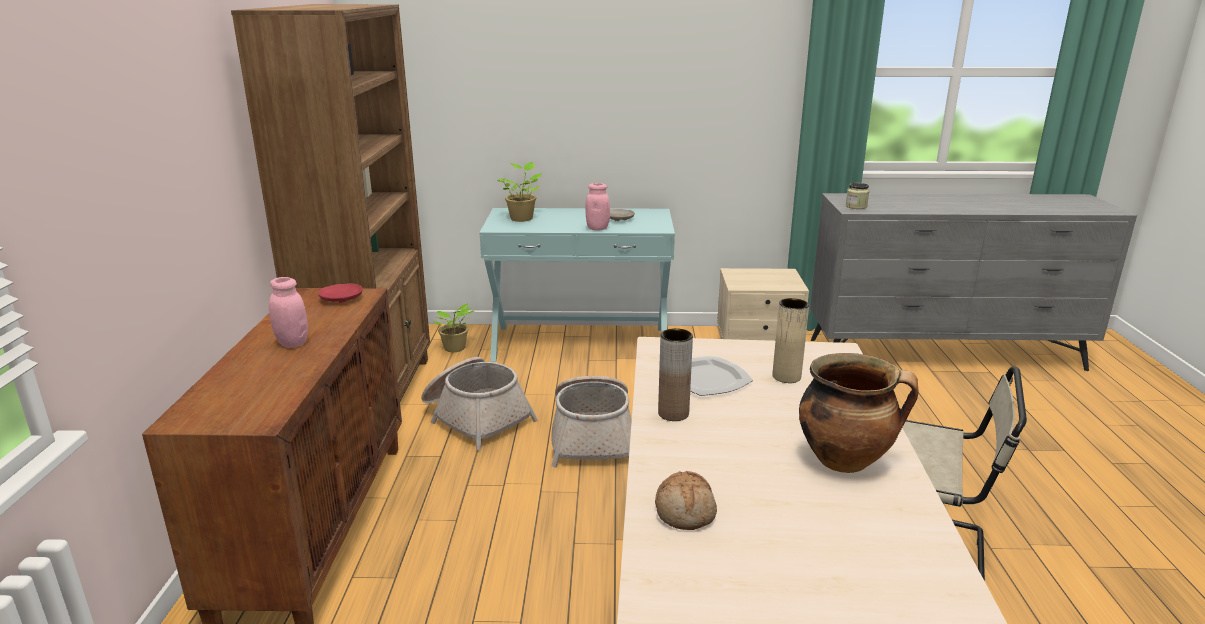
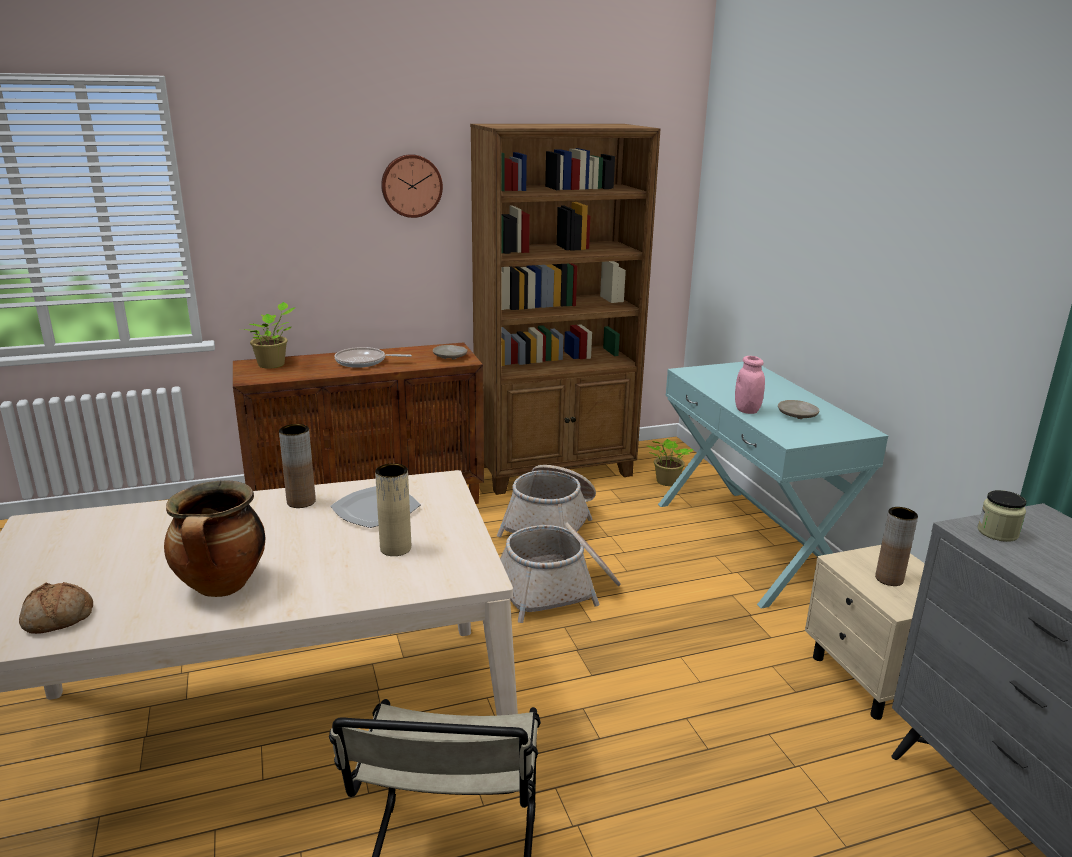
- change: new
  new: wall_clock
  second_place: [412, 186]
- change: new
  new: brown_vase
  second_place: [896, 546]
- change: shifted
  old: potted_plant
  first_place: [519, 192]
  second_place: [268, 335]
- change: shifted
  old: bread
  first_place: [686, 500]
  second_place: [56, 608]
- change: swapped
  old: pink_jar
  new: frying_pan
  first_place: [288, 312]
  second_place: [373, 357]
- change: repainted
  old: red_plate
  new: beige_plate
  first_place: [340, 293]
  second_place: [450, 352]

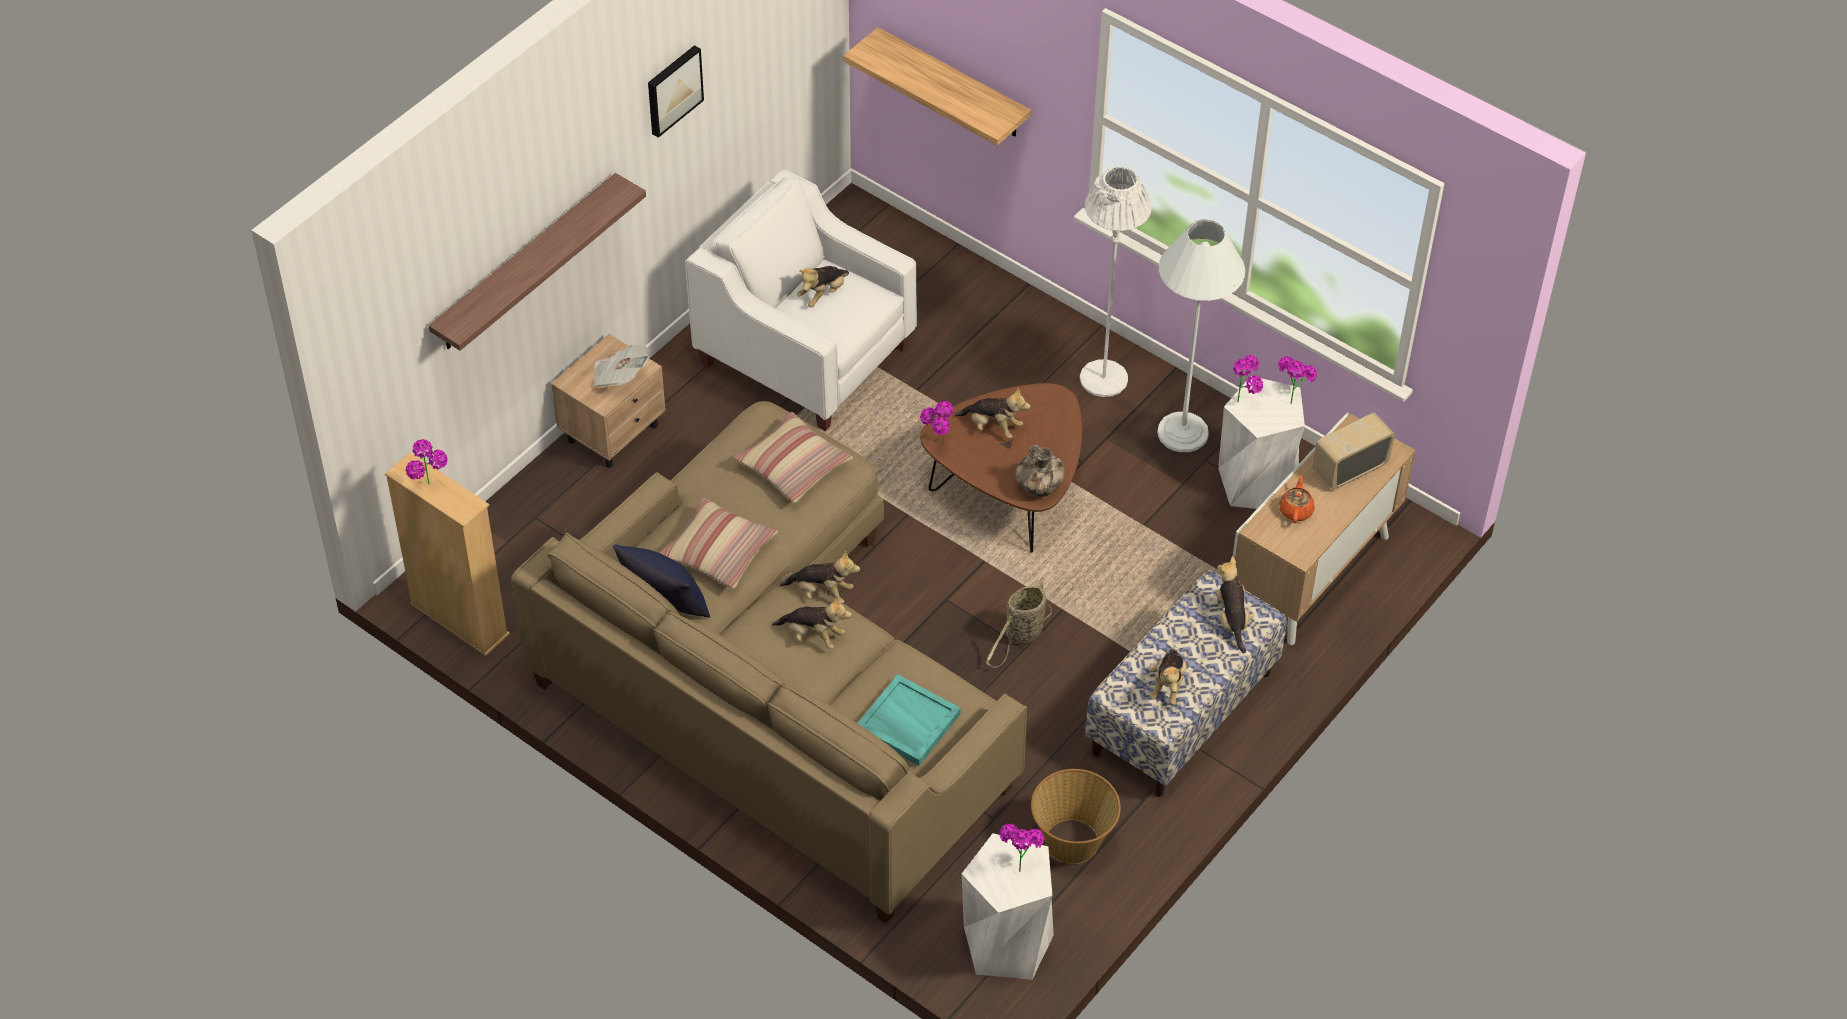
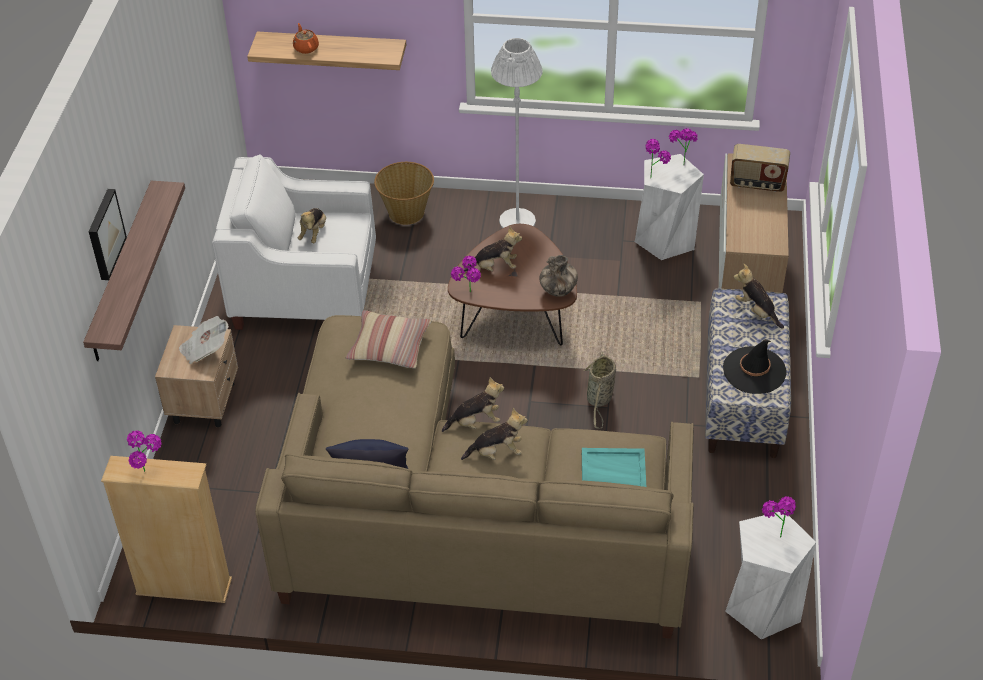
- change: gone
  old: pillow
  first_place: [718, 543]
- change: gone
  old: white_floor_lamp
  first_place: [1201, 336]
- change: shifted
  old: picture
  first_place: [676, 91]
  second_place: [108, 234]
- change: shifted
  old: basket
  first_place: [1076, 816]
  second_place: [404, 193]
- change: shifted
  old: orange_teapot
  first_place: [1297, 498]
  second_place: [306, 38]
- change: swapped
  old: plush_toy
  new: black_hat
  first_place: [1168, 677]
  second_place: [755, 366]
- change: rotated
  old: radio
  first_place: [1354, 451]
  second_place: [760, 168]
  degrees: -105

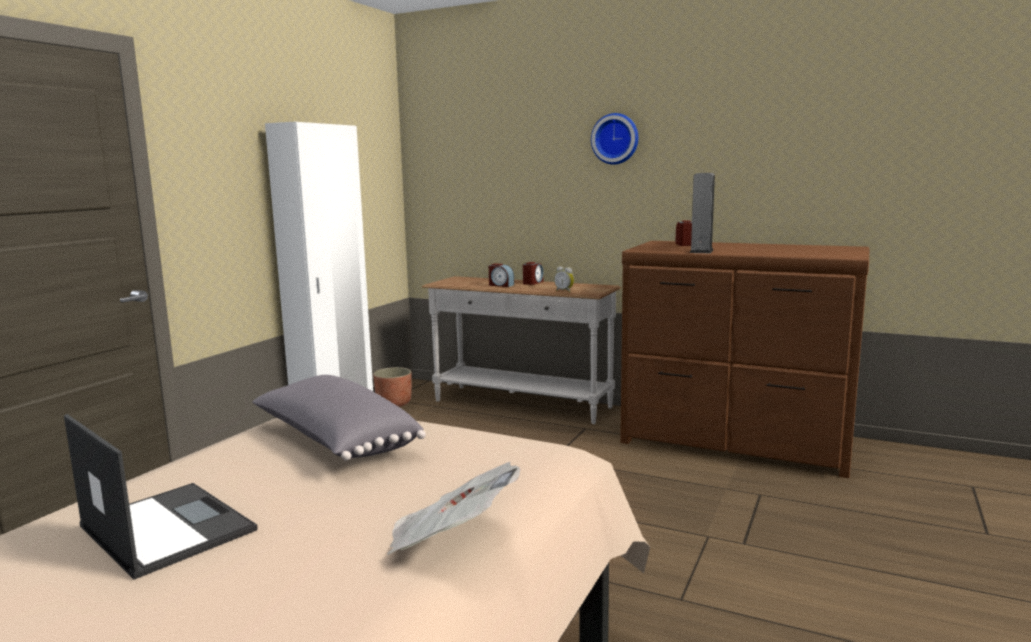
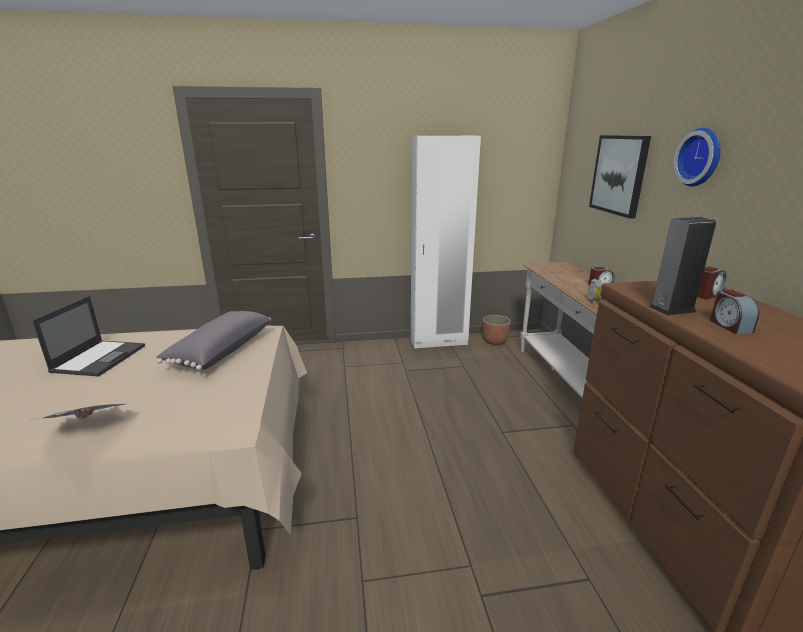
- change: new
  new: picture
  second_place: [620, 177]
- change: shifted
  old: alarm_clock
  first_place: [501, 275]
  second_place: [735, 312]

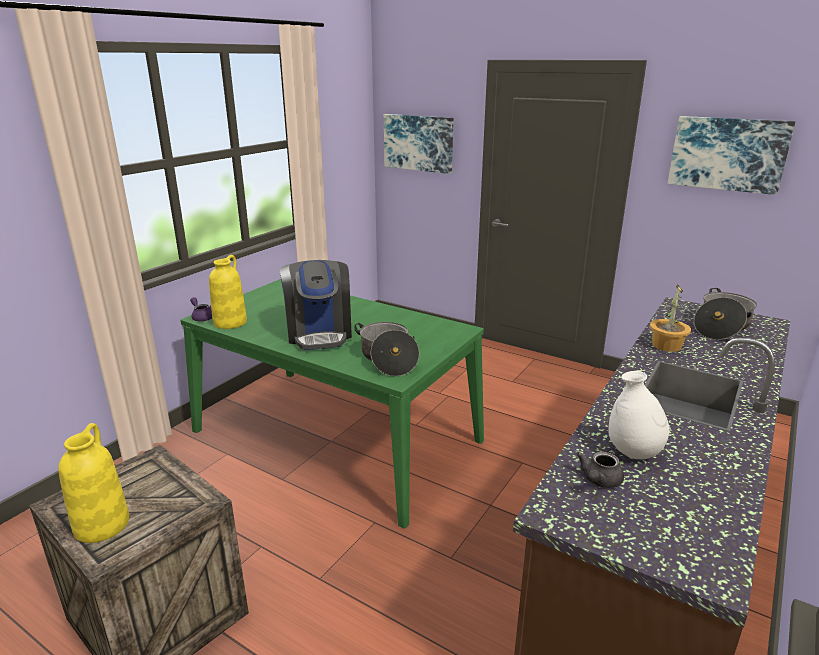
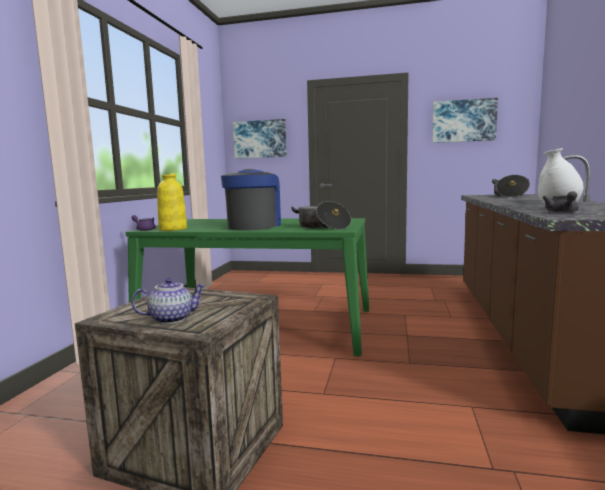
- change: gone
  old: potted_plant
  first_place: [670, 318]
- change: swapped
  old: yellow_vase
  new: teapot
  first_place: [93, 483]
  second_place: [168, 301]
- change: rotated
  old: coffee_machine
  first_place: [316, 305]
  second_place: [251, 199]
  degrees: -135

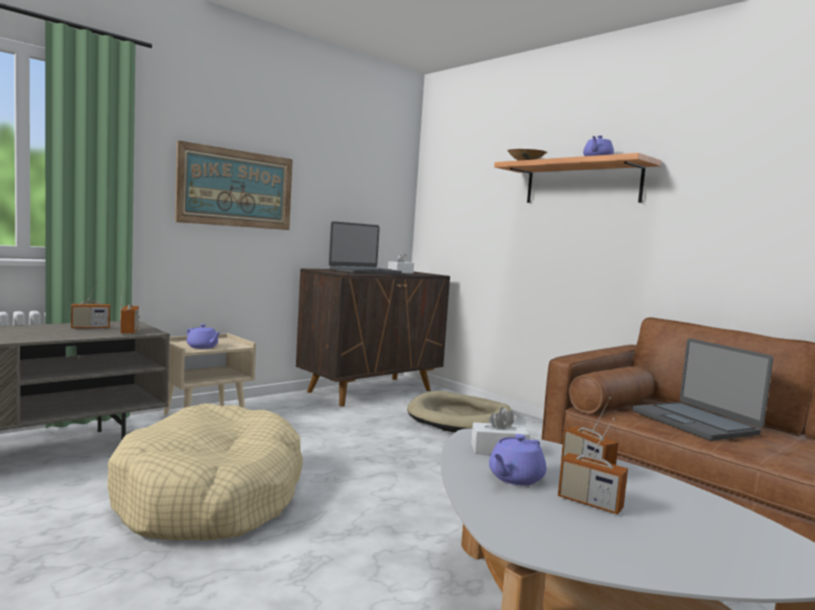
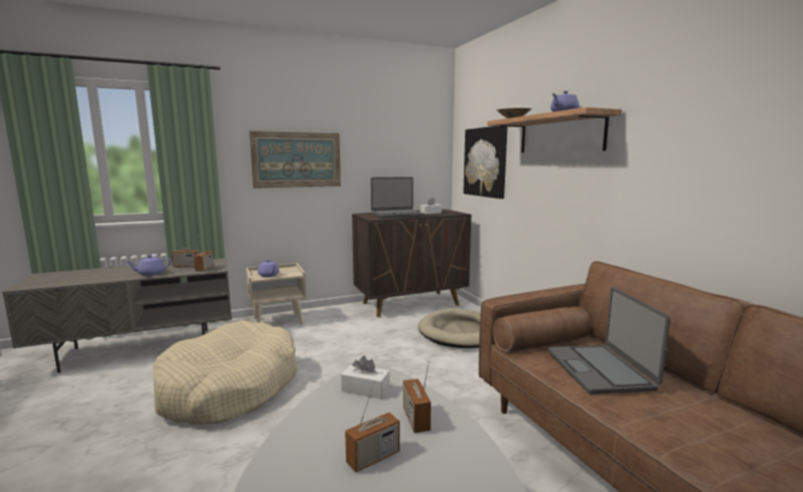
- change: new
  new: picture
  second_place: [485, 162]
- change: shifted
  old: purple_teapot
  first_place: [517, 459]
  second_place: [148, 265]
- change: rotated
  old: radio
  first_place: [593, 466]
  second_place: [372, 427]
  degrees: -90

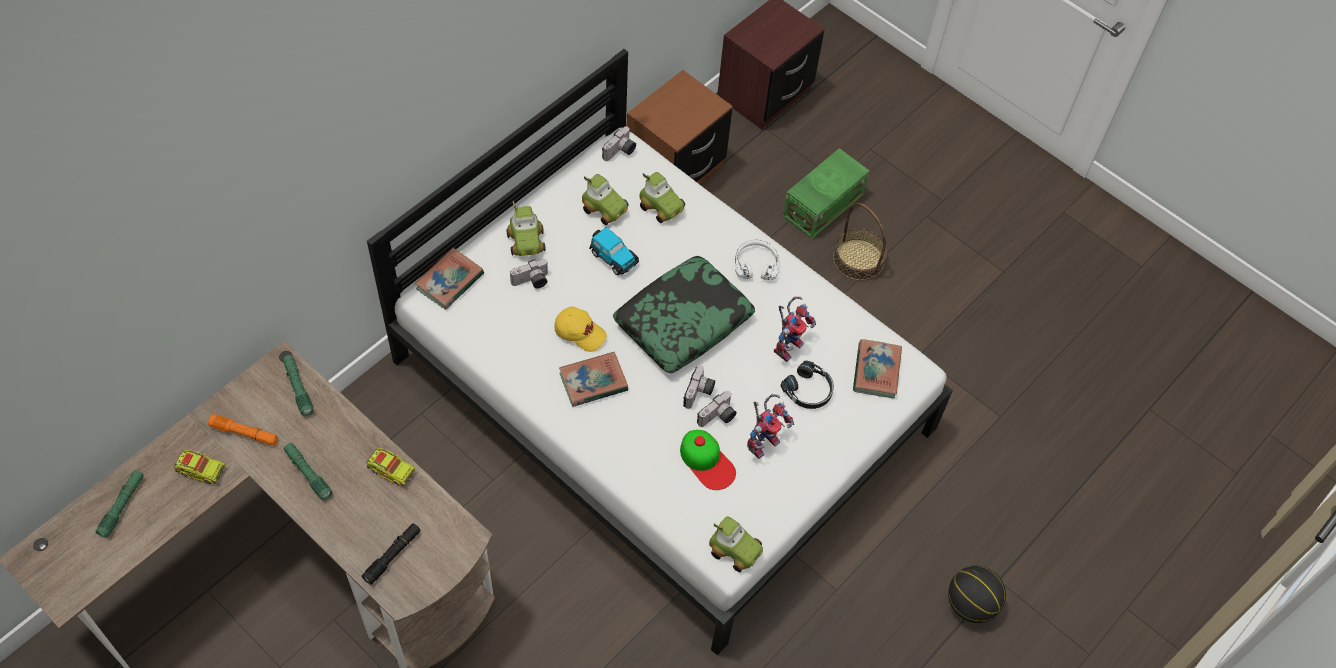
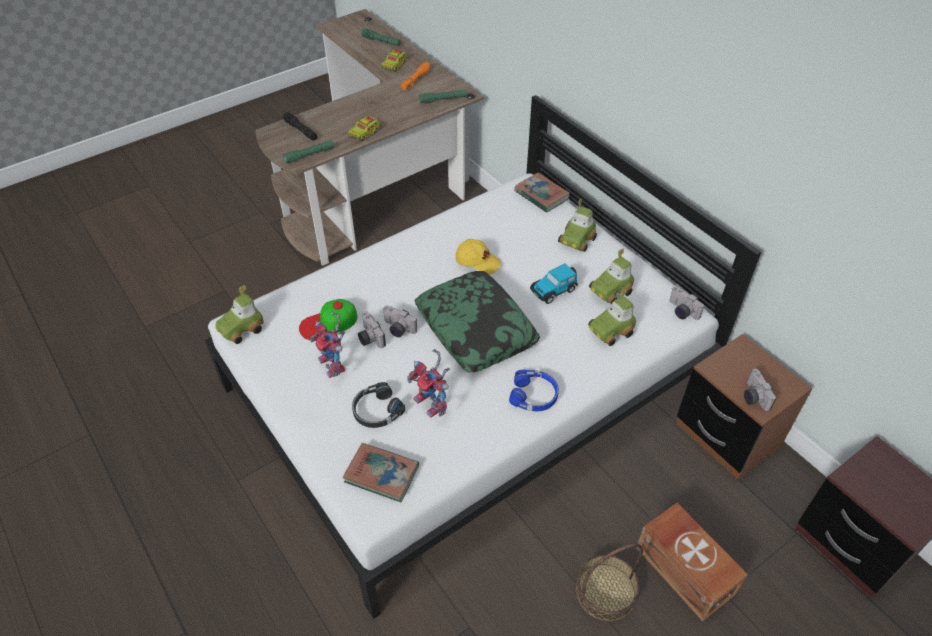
- change: gone
  old: book
  first_place: [593, 379]
- change: gone
  old: basketball
  first_place: [977, 594]
- change: shifted
  old: green_flashlight
  first_place: [308, 472]
  second_place: [308, 151]
- change: shifted
  old: photo_camera
  first_place: [529, 273]
  second_place: [760, 390]
- change: repainted
  old: white_headphones
  new: blue_headphones
  first_place: [757, 259]
  second_place: [534, 390]
- change: repainted
  old: green_storage_box
  new: brown_storage_box
  first_place: [826, 193]
  second_place: [692, 562]
- change: rotated
  old: toy_car
  first_place: [526, 228]
  second_place: [577, 225]
  degrees: -60
- change: rotated
  old: yellow_cap
  first_place: [580, 329]
  second_place: [478, 257]
  degrees: -105

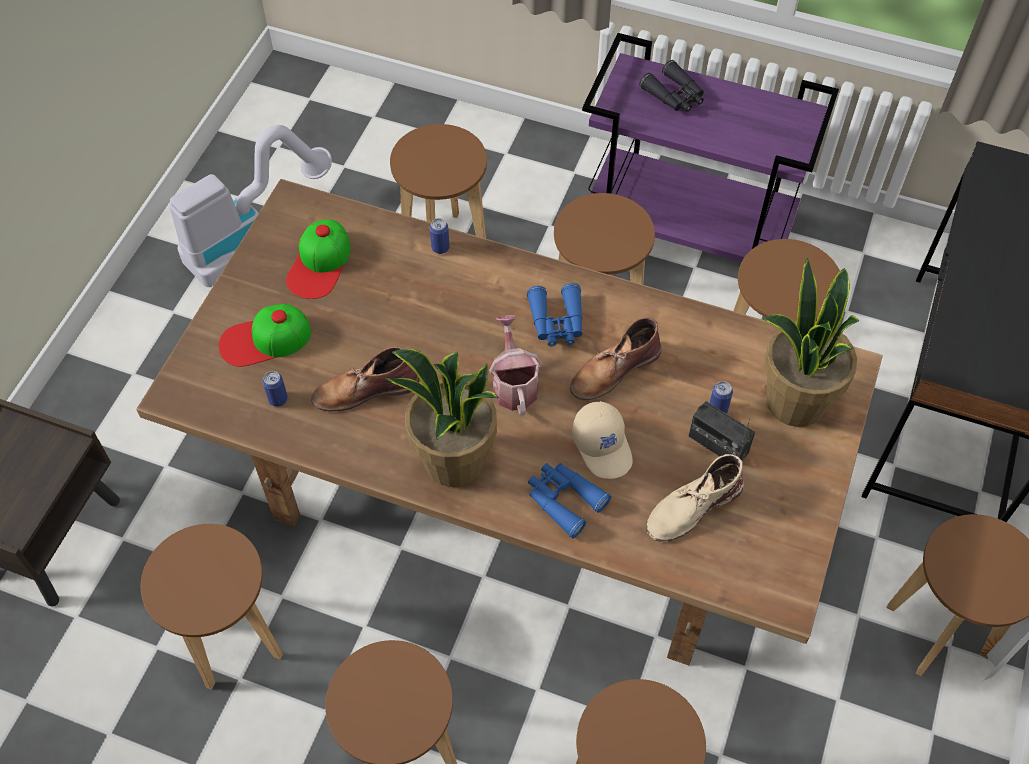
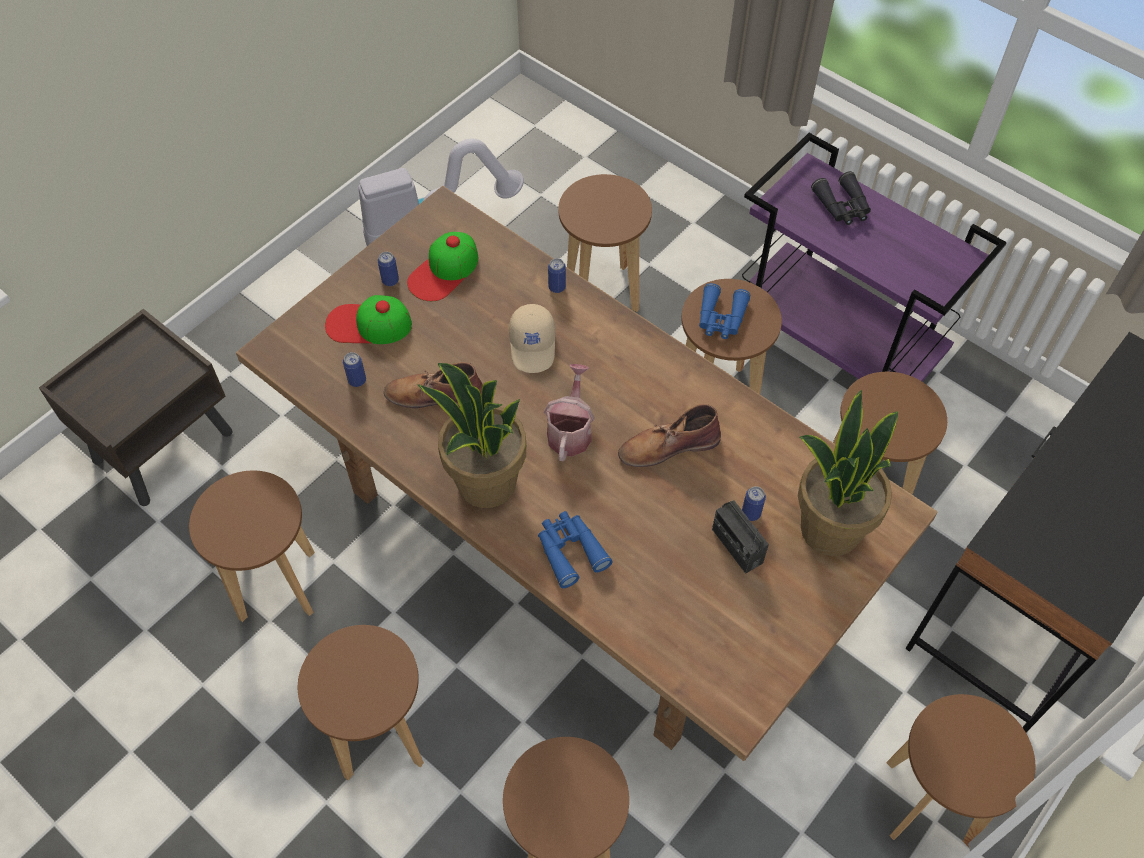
- change: gone
  old: beige_boot
  first_place: [695, 498]
- change: new
  new: can
  second_place: [388, 269]
- change: shifted
  old: blue_binoculars
  first_place: [554, 314]
  second_place: [725, 311]
- change: shifted
  old: beige_cap
  first_place: [602, 440]
  second_place: [532, 338]

